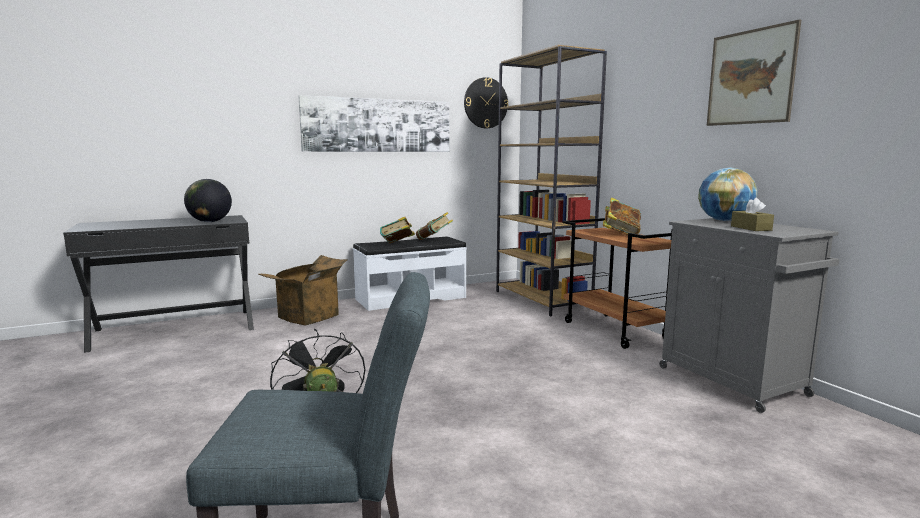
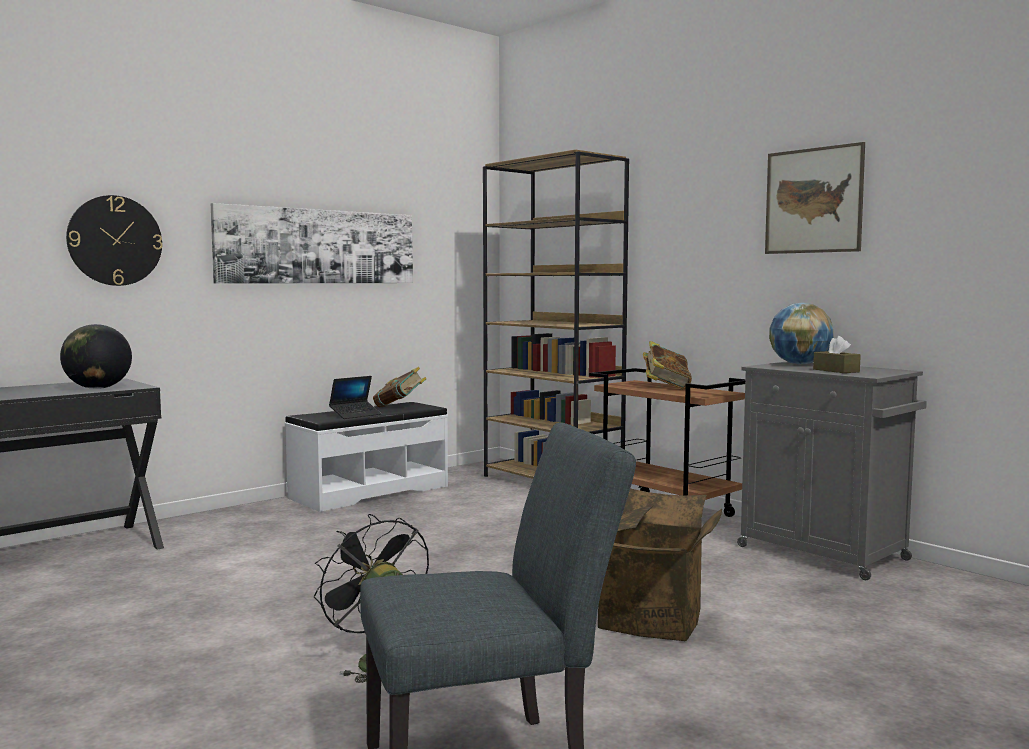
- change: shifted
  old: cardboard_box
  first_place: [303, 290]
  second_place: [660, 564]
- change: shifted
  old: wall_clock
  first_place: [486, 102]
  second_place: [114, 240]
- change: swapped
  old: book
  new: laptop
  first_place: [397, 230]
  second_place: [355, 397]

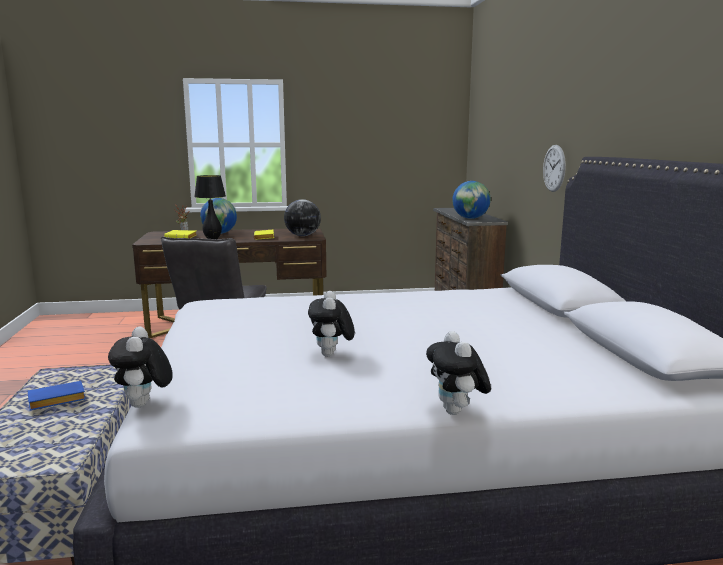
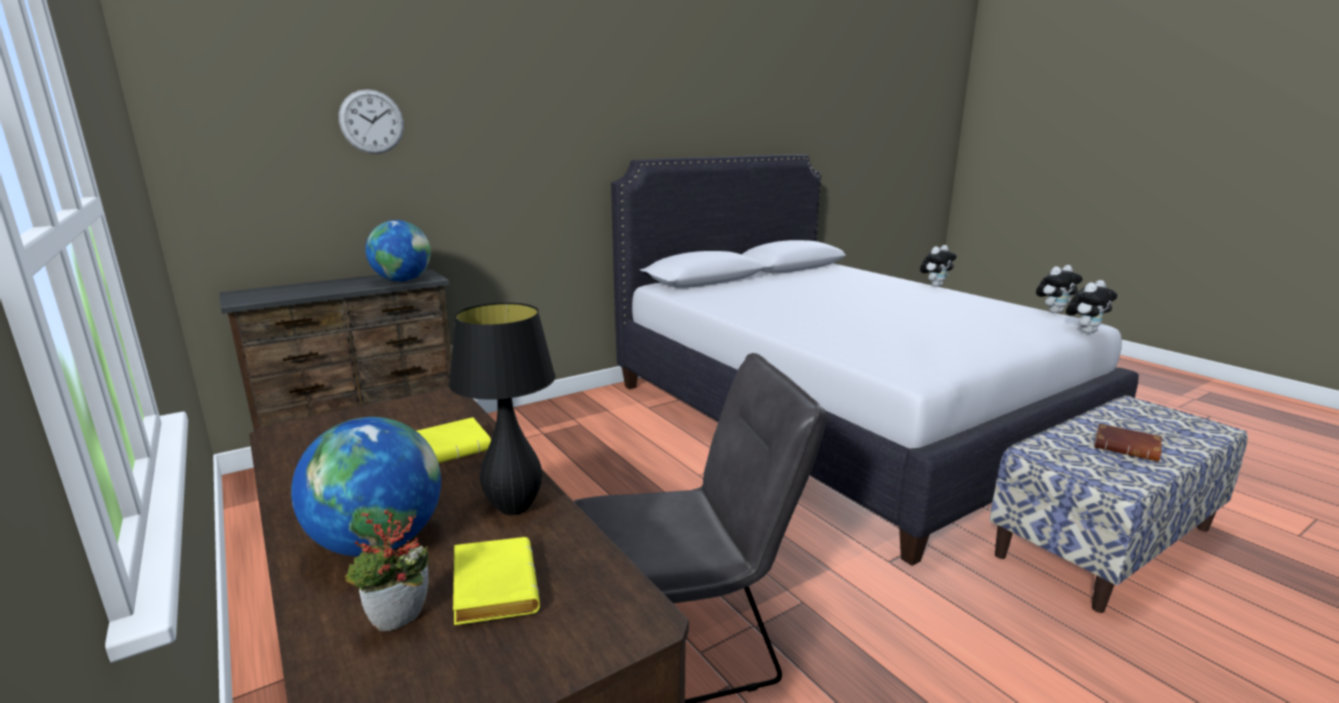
- change: gone
  old: globe
  first_place: [302, 217]
- change: shifted
  old: plush_toy
  first_place: [331, 323]
  second_place: [1059, 289]
- change: shifted
  old: wall_clock
  first_place: [554, 168]
  second_place: [371, 121]
- change: repainted
  old: blue_book
  new: brown_book
  first_place: [57, 395]
  second_place: [1128, 442]

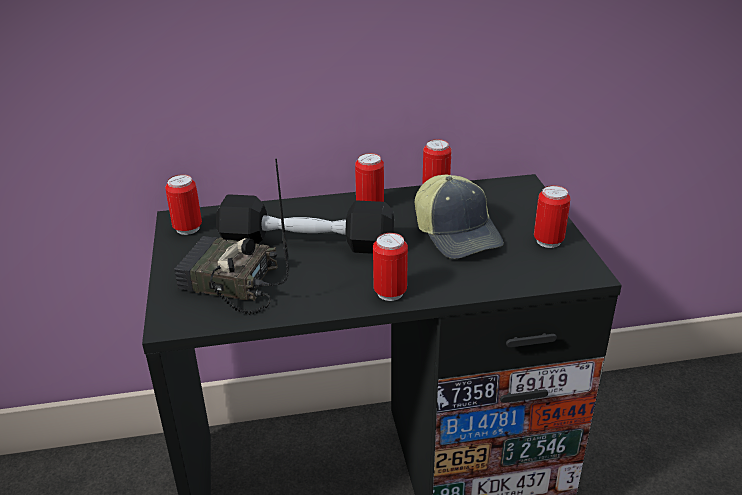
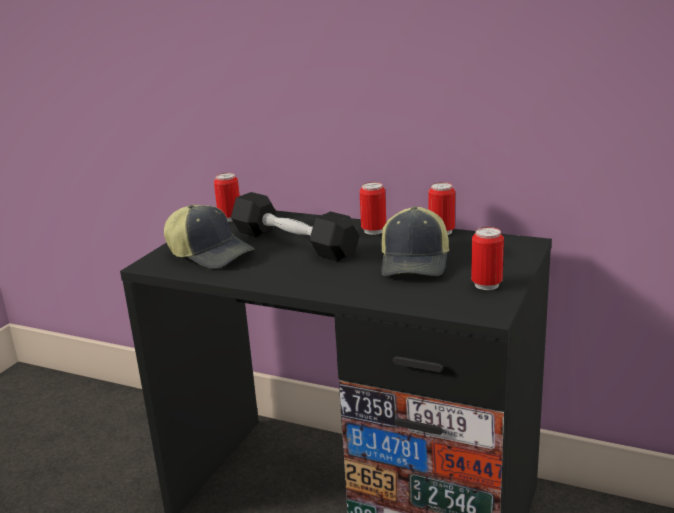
- change: gone
  old: can
  first_place: [390, 267]
- change: swapped
  old: radio
  new: cap
  first_place: [231, 237]
  second_place: [209, 237]

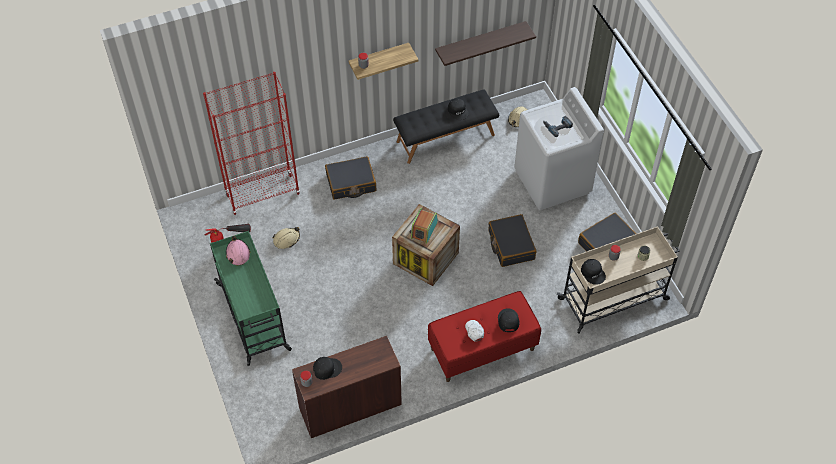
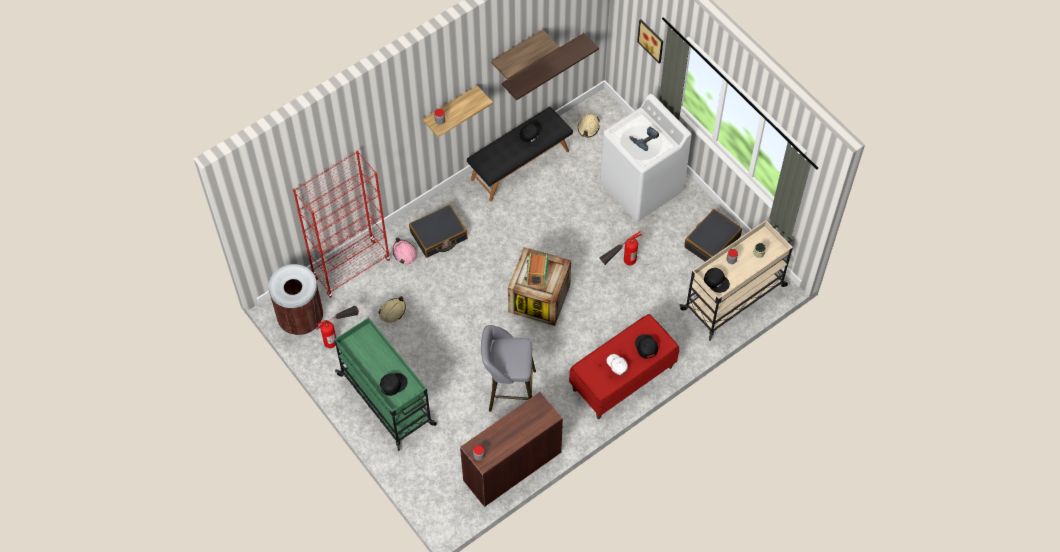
- change: new
  new: brown_trash_can
  second_place: [295, 299]
- change: new
  new: grey_stool
  second_place: [508, 368]
- change: new
  new: shelf
  second_place: [525, 54]
- change: new
  new: picture
  second_place: [650, 41]
- change: shifted
  old: pink_hard_hat
  first_place: [238, 250]
  second_place: [405, 250]
- change: shifted
  old: black_cap
  first_place: [327, 368]
  second_place: [394, 384]
- change: swapped
  old: black_suitcase
  new: fire_extinguisher
  first_place: [512, 240]
  second_place: [620, 248]

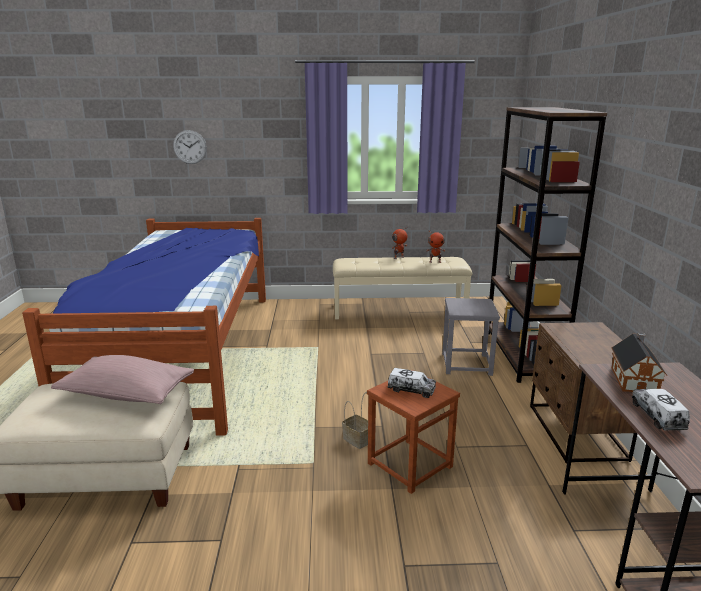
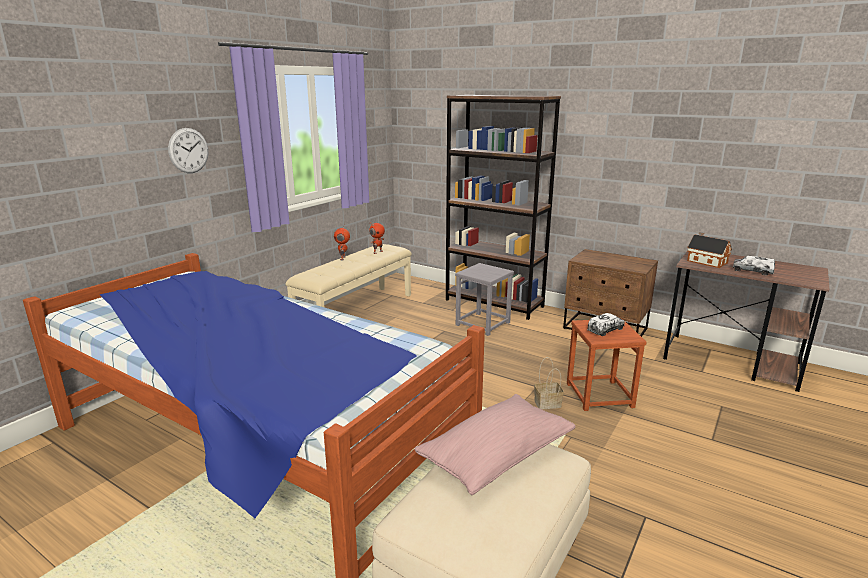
- change: shifted
  old: wall_clock
  first_place: [190, 147]
  second_place: [188, 150]

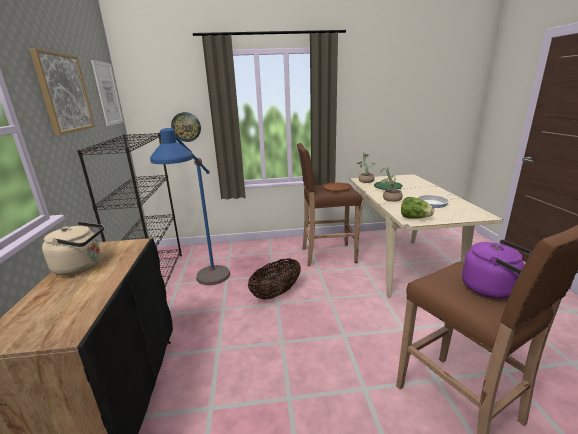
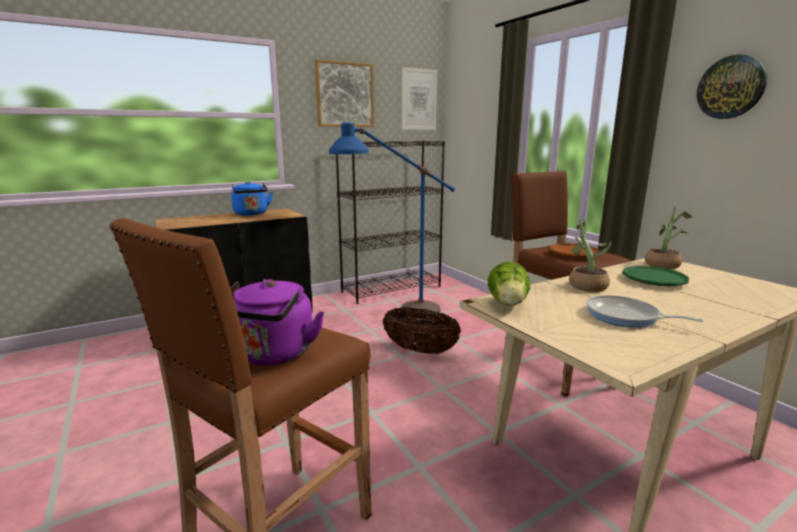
- change: shifted
  old: wall_clock
  first_place: [186, 127]
  second_place: [732, 87]
- change: repainted
  old: beige_kettle
  new: blue_kettle
  first_place: [73, 249]
  second_place: [252, 198]

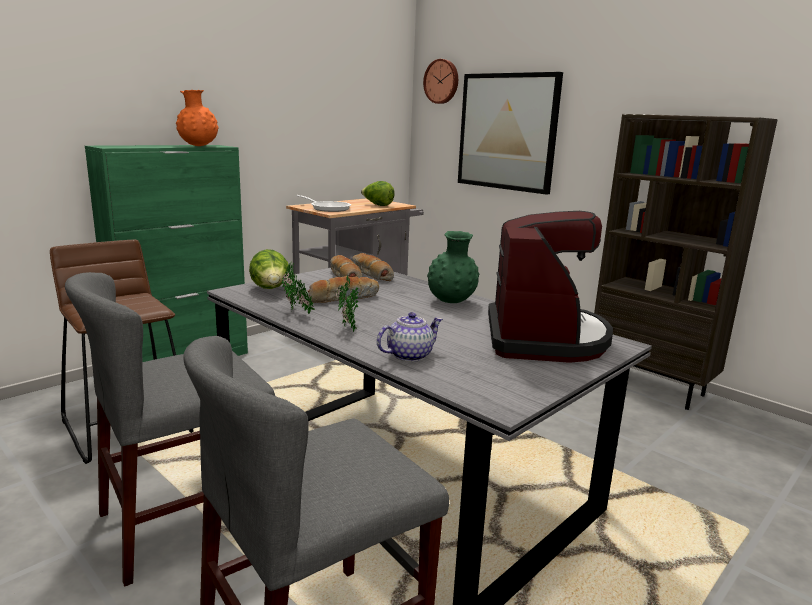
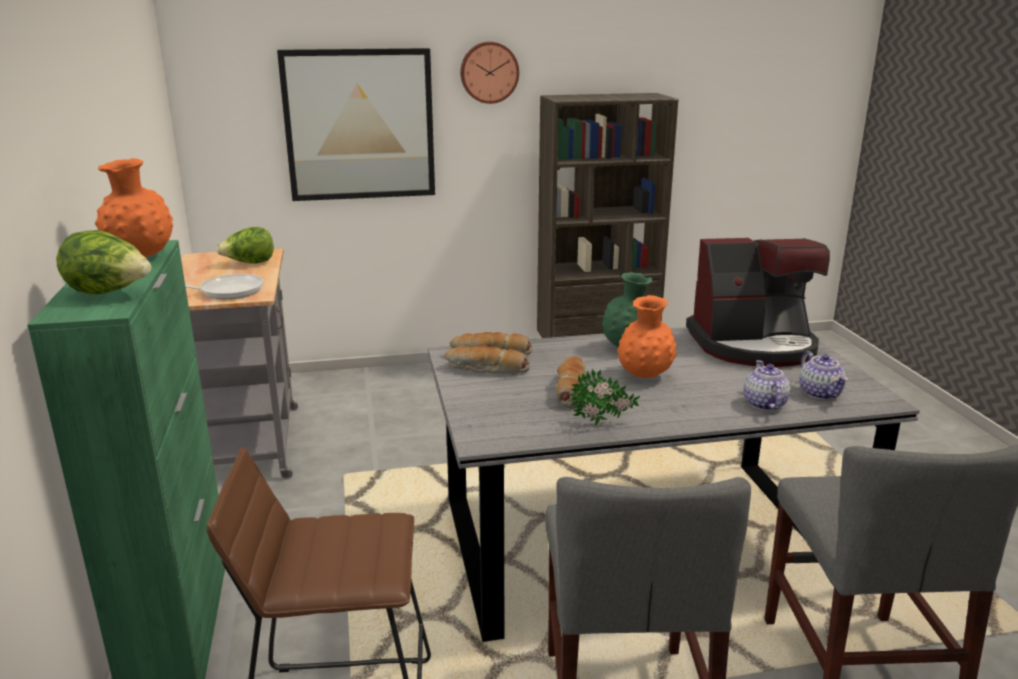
- change: gone
  old: potted_plant
  first_place: [347, 304]
- change: new
  new: orange_vase
  second_place: [647, 336]
- change: new
  new: teapot
  second_place: [823, 375]
- change: shifted
  old: lettuce
  first_place: [269, 269]
  second_place: [103, 262]
- change: shifted
  old: wall_clock
  first_place: [440, 81]
  second_place: [489, 73]
- change: rotated
  old: coffee_machine
  first_place: [550, 287]
  second_place: [758, 302]
  degrees: 135

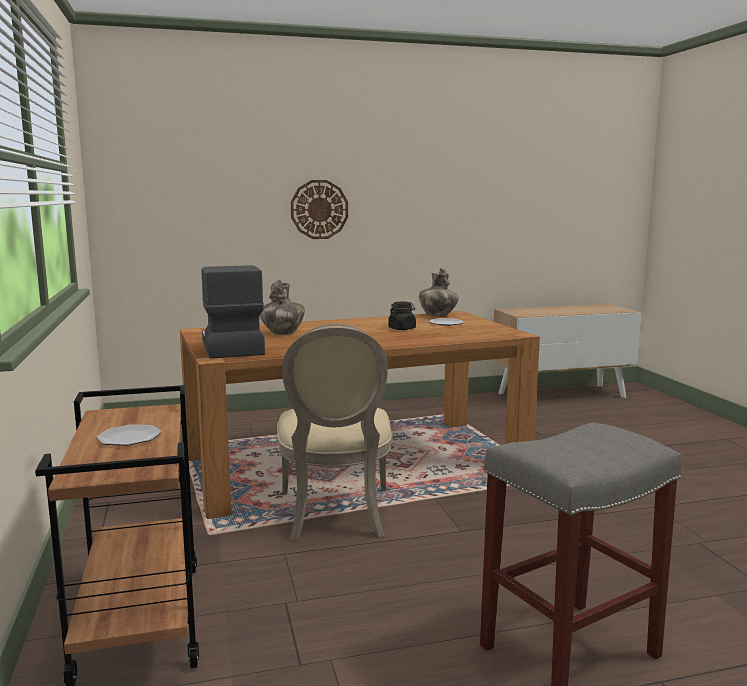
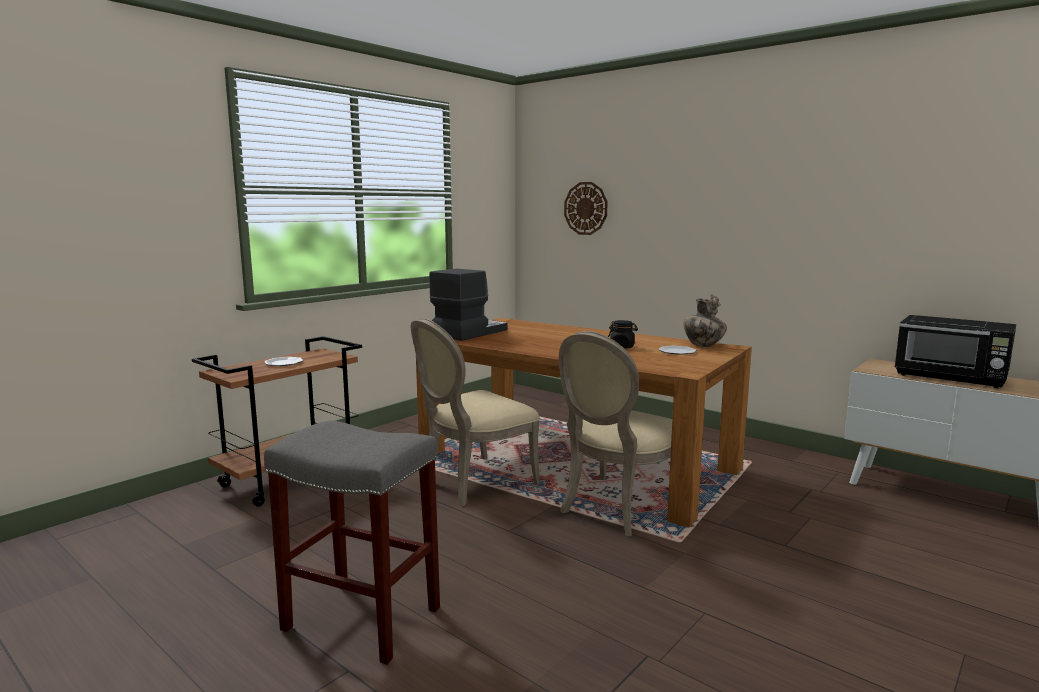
- change: gone
  old: vase
  first_place: [282, 307]
- change: new
  new: beige_chair
  second_place: [615, 433]
- change: new
  new: black_microwave
  second_place: [955, 351]
- change: shifted
  old: wall_clock
  first_place: [319, 209]
  second_place: [586, 208]

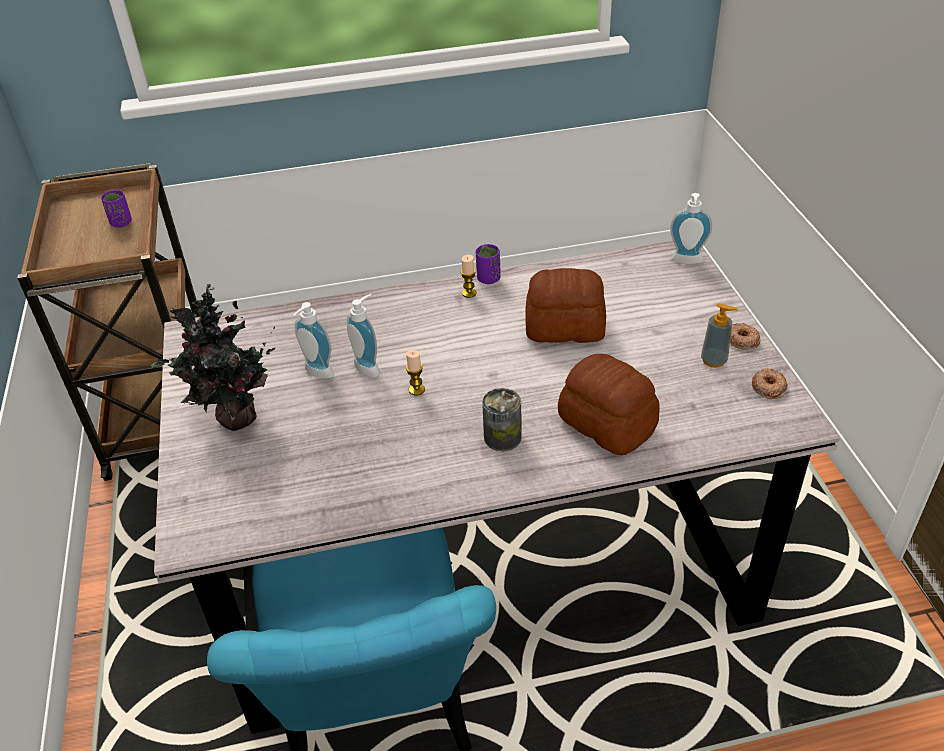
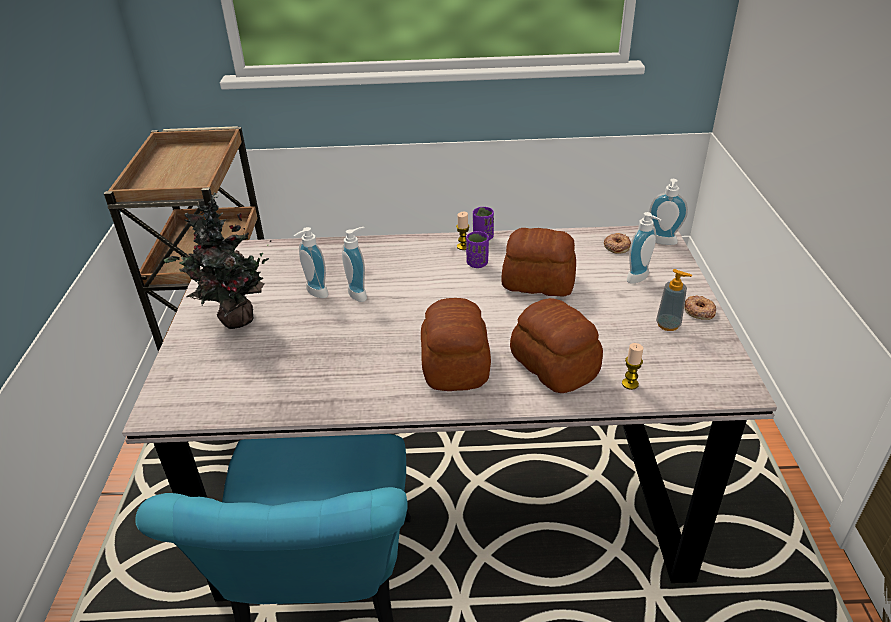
- change: new
  new: soap_dispenser
  second_place: [644, 248]
- change: shifted
  old: purple_cup
  first_place: [116, 209]
  second_place: [477, 249]
- change: shifted
  old: candle
  first_place: [415, 372]
  second_place: [632, 366]
- change: shifted
  old: donut
  first_place: [770, 383]
  second_place: [617, 243]
- change: swapped
  old: can
  new: bread
  first_place: [502, 419]
  second_place: [456, 344]

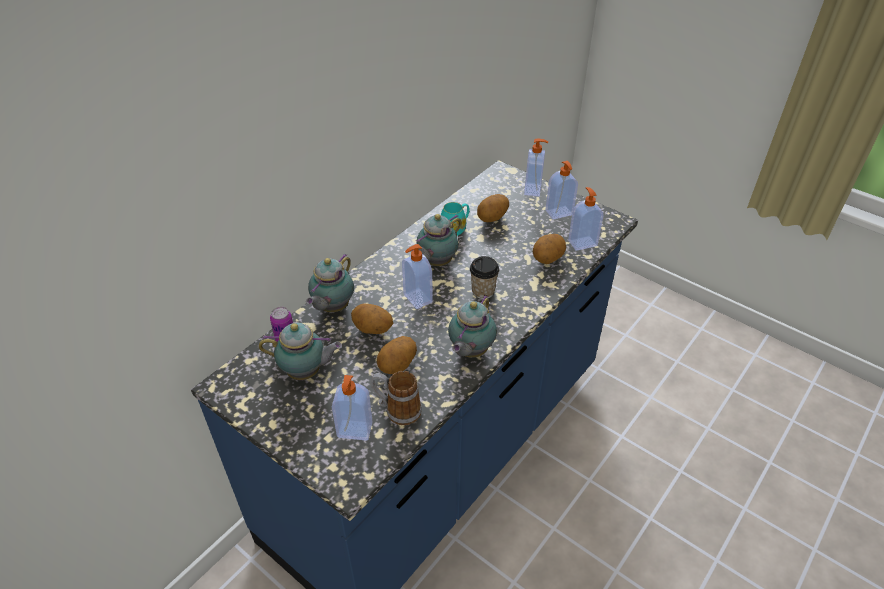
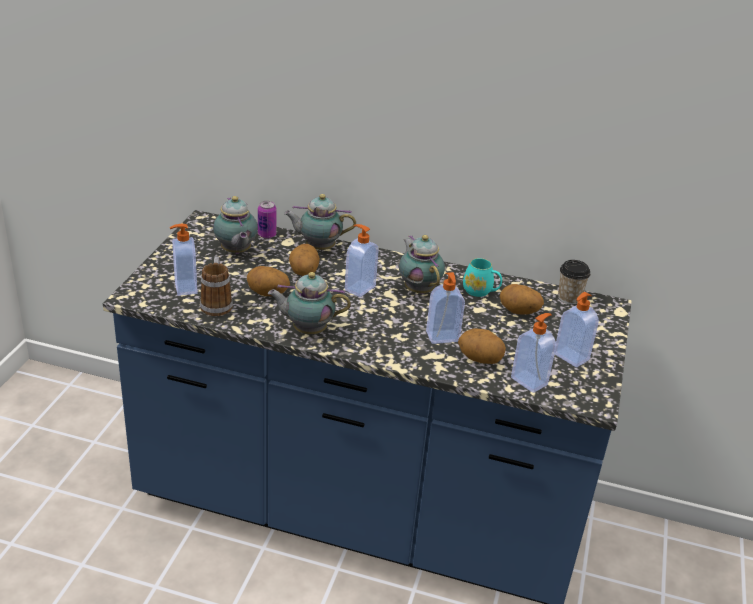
- change: shifted
  old: cup
  first_place: [484, 277]
  second_place: [574, 282]
- change: shifted
  old: soap_dispenser
  first_place: [536, 167]
  second_place: [445, 308]
- change: rotated
  old: teapot
  first_place: [436, 240]
  second_place: [422, 264]
  degrees: 45

